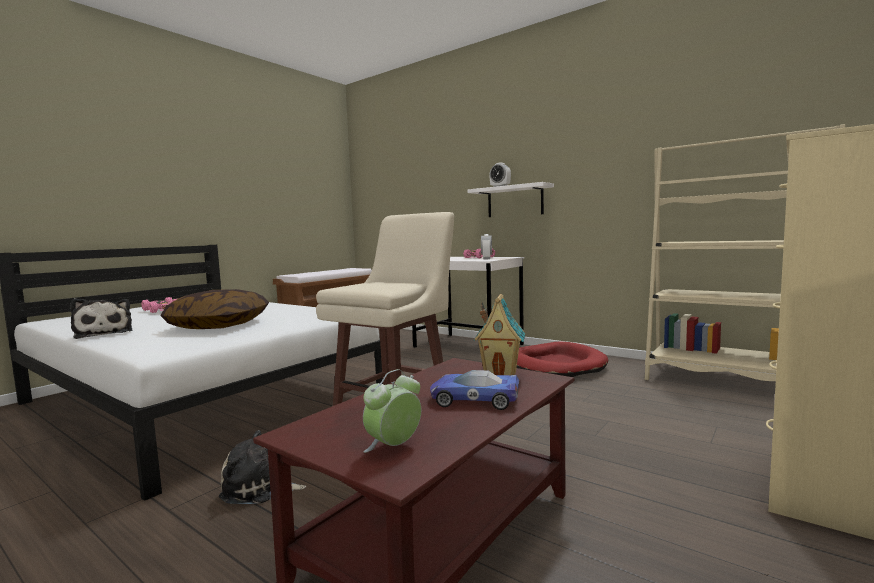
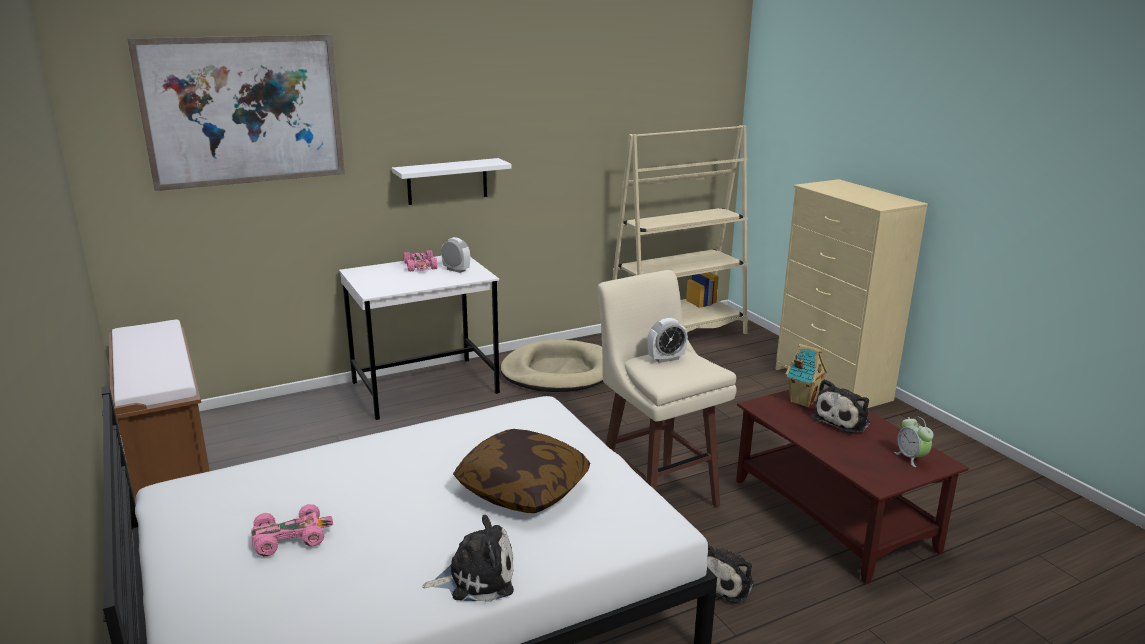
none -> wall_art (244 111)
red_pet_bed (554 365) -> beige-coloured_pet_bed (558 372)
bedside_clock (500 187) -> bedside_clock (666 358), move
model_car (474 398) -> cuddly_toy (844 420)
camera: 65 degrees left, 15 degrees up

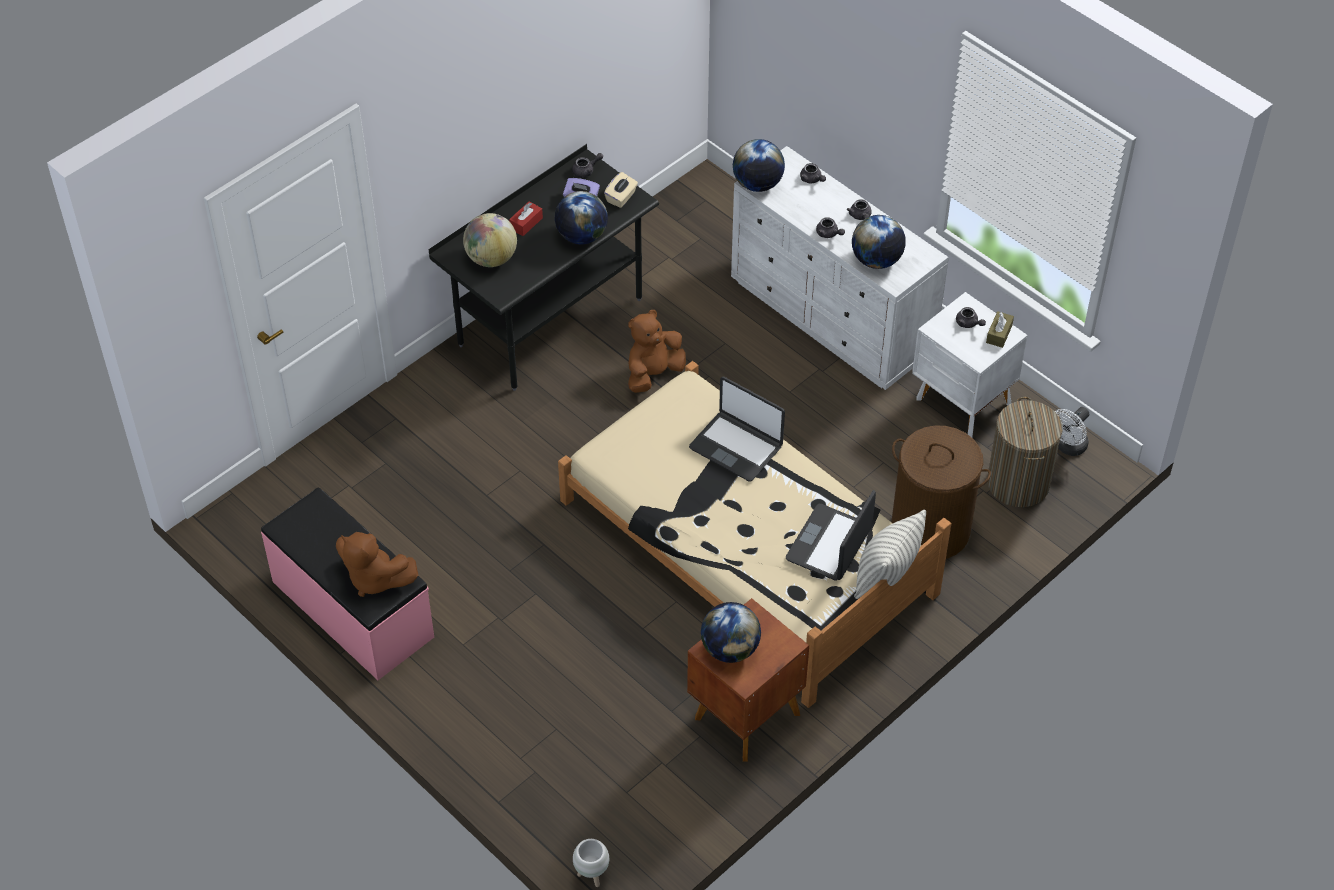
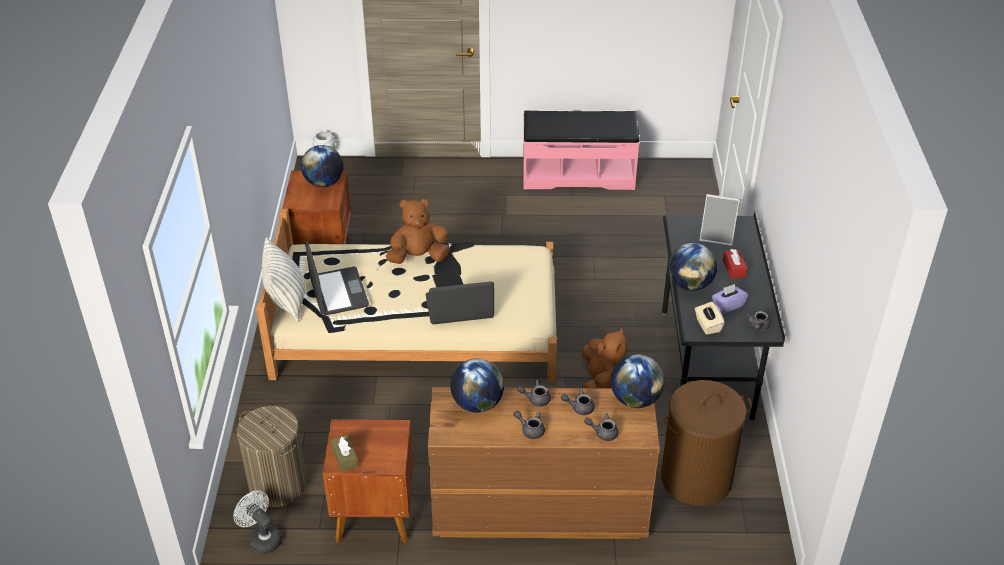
whitish_electric_fan (1068 447) -> whitish_electric_fan (262 538), 45 degrees counterclockwise
whitish_nightstand (963 403) -> brown_nightstand (373 515)
brown_cuddly_toy (374 578) -> brown_cuddly_toy (418 257), move
whitish_dresser (832 317) -> brown_dresser (538 510)
grey_tea_pot (968 324) -> grey_tea_pot (579 407), move
brown_hamper (930 529) -> brown_hamper (696 479), move
globe (491 258) -> standing_frame (717 236)
camera: 135 degrees right, 10 degrees down

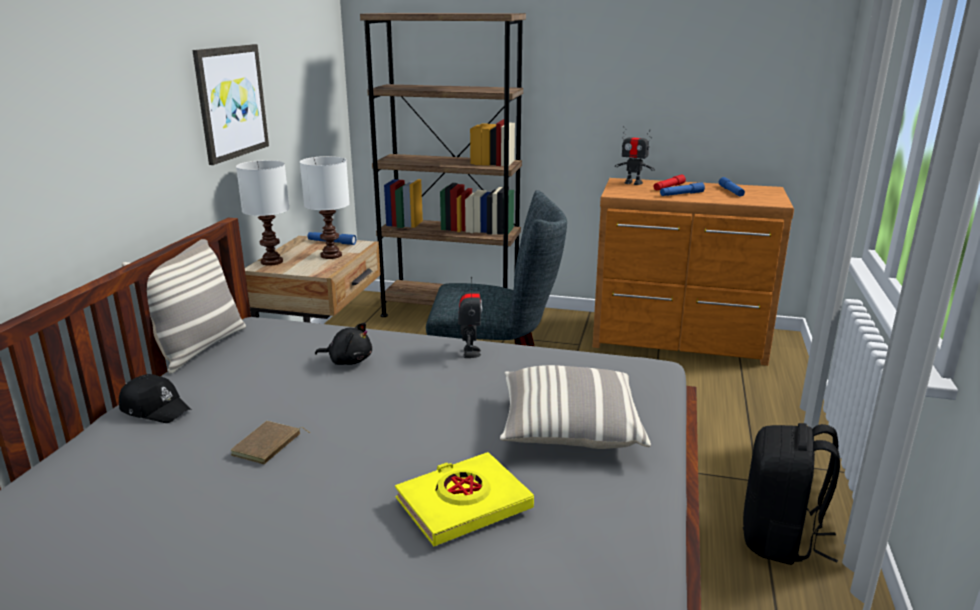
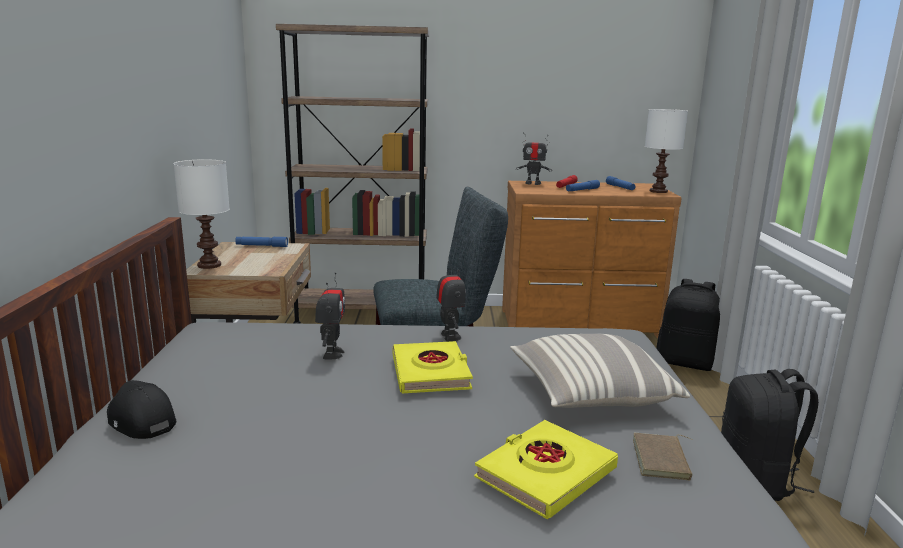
black_baseball_cap (155 408) -> black_baseball_cap (139 420), 150 degrees counterclockwise
black_cuddly_toy (348 361) -> robot_figure (332 354)
none -> yellowish_volume (431 373)
brown_volume (268 446) -> brown_volume (663 460), move
whitish_lamp_for_a_table (331 256) -> whitish_lamp_for_a_table (659 191), move
none -> black_rucksack (686 362)
pillow (199 348) -> none
wall_art (230 102) -> none
camera: 15 degrees left, 5 degrees down

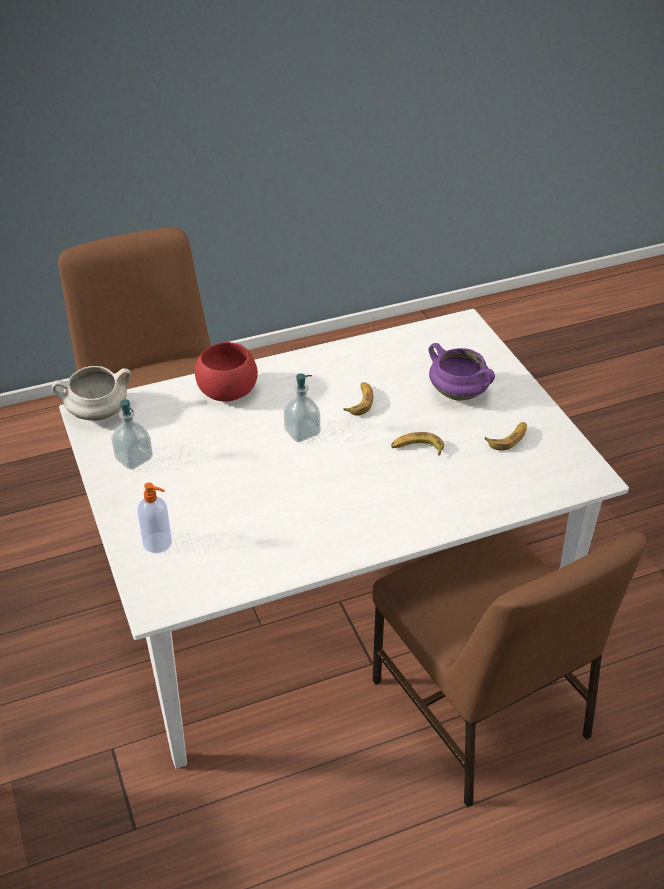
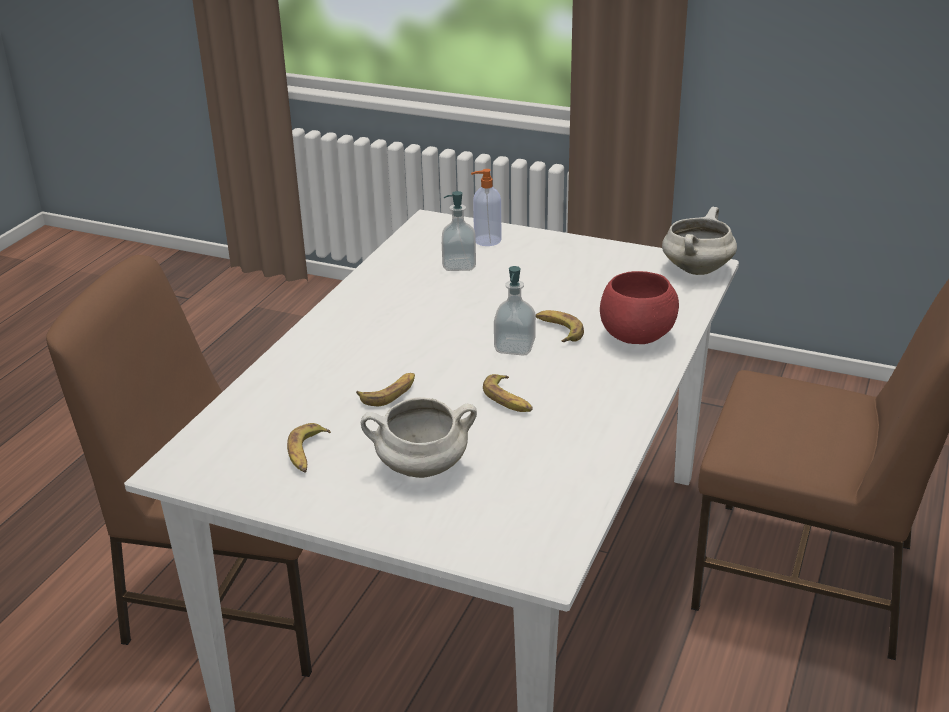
purplish_saucepot (459 393) -> whitish_saucepot (420 469)
soap_dispenser (134 459) -> soap_dispenser (459 265), move
none -> whole_banana (558 330)
camera: 135 degrees right, 10 degrees down

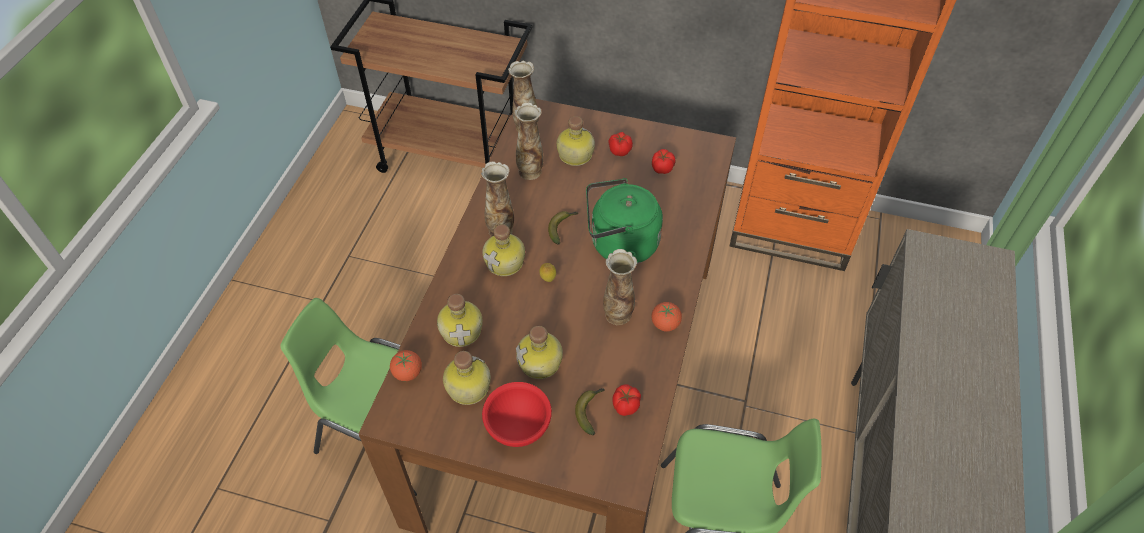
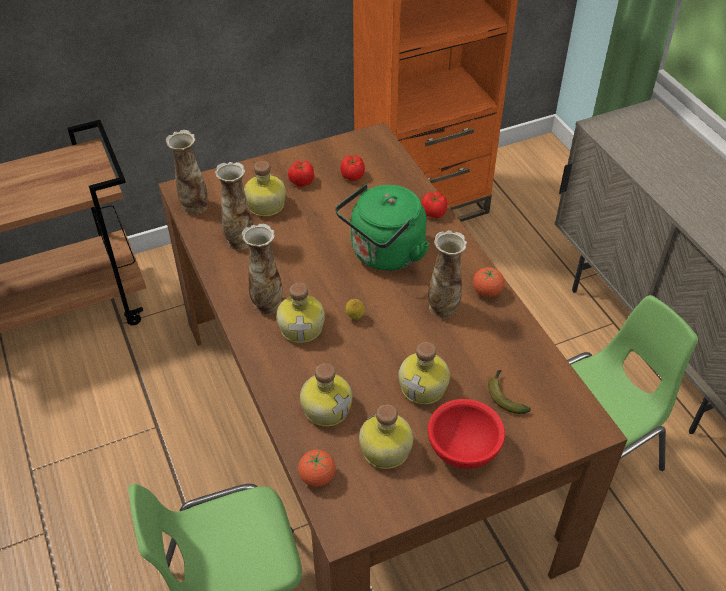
fresh_tomato (625 406) -> fresh_tomato (434 213), move
whole_banana (562 228) -> none
camera: 40 degrees left, 5 degrees down

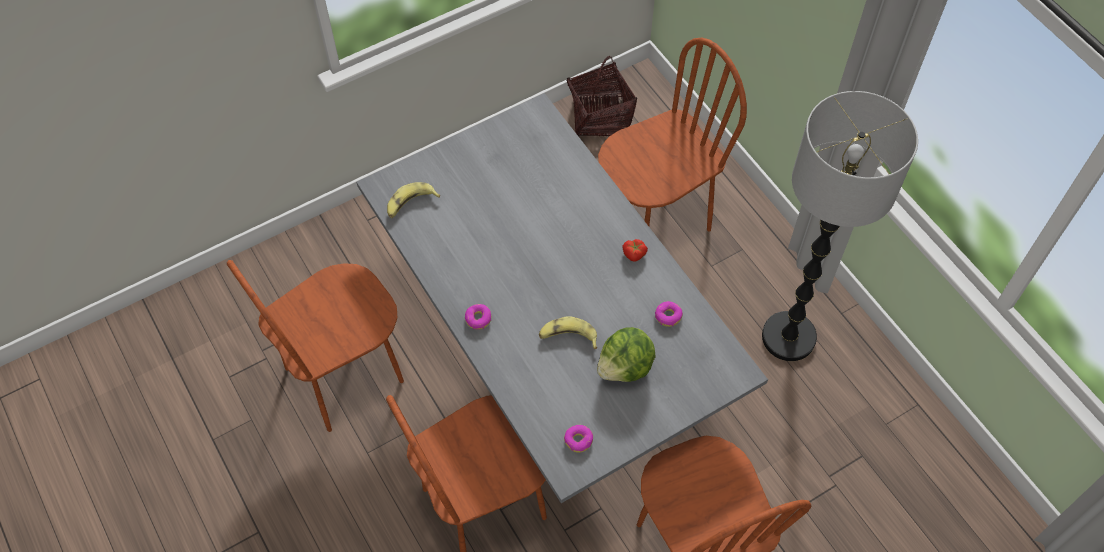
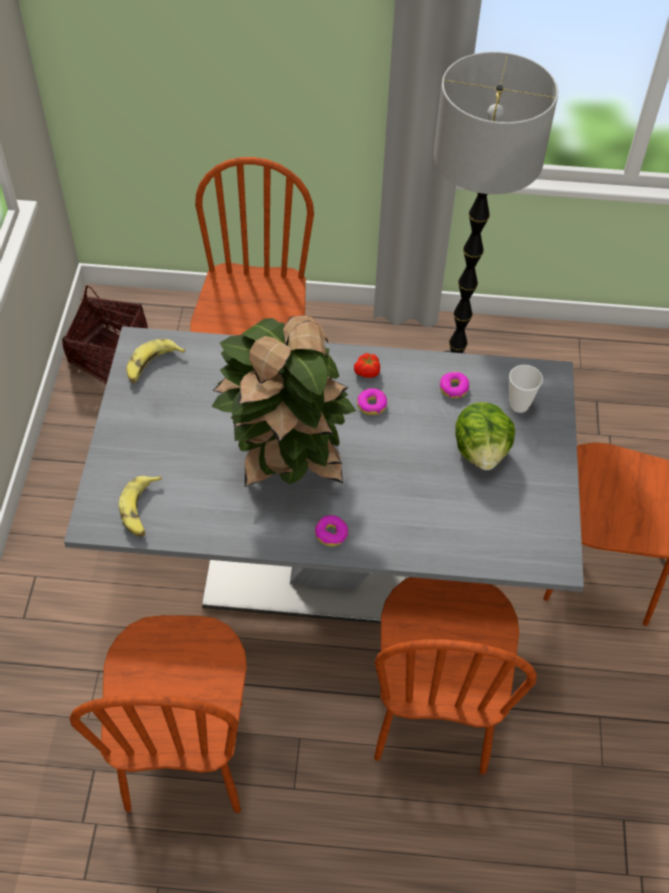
whole_banana (568 337) -> whole_banana (152 365), move
none -> houseplant (285 461)
ring_doughnut (578 440) -> ring_doughnut (372 405), move
none -> cup (519 405)
camera: 55 degrees left, 5 degrees down

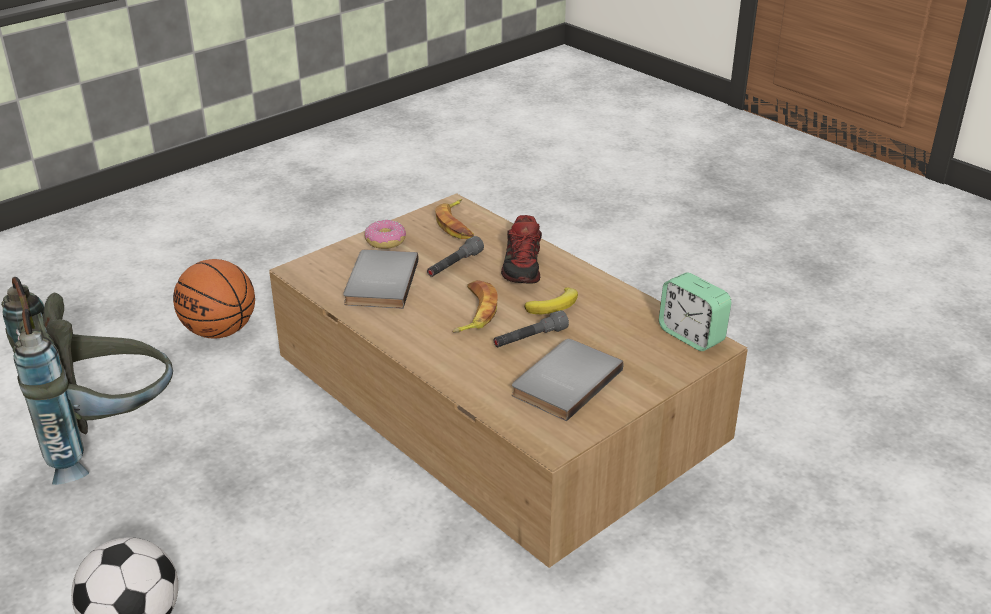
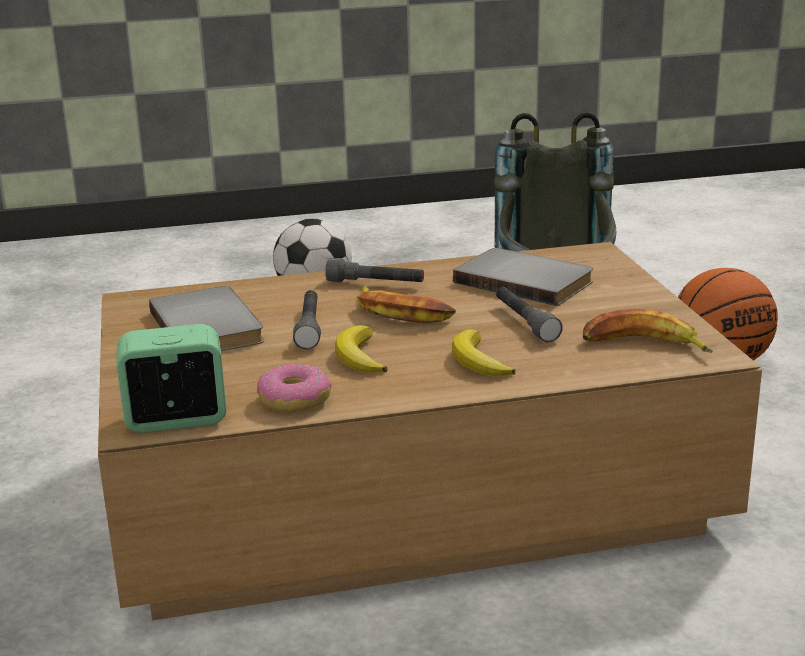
ring_doughnut (386 241) -> ring_doughnut (294 400), move
none -> grey_hand_torch (375 284)
low_shoe (524 266) -> whole_banana (478 361)
camera: 120 degrees right, 10 degrees down

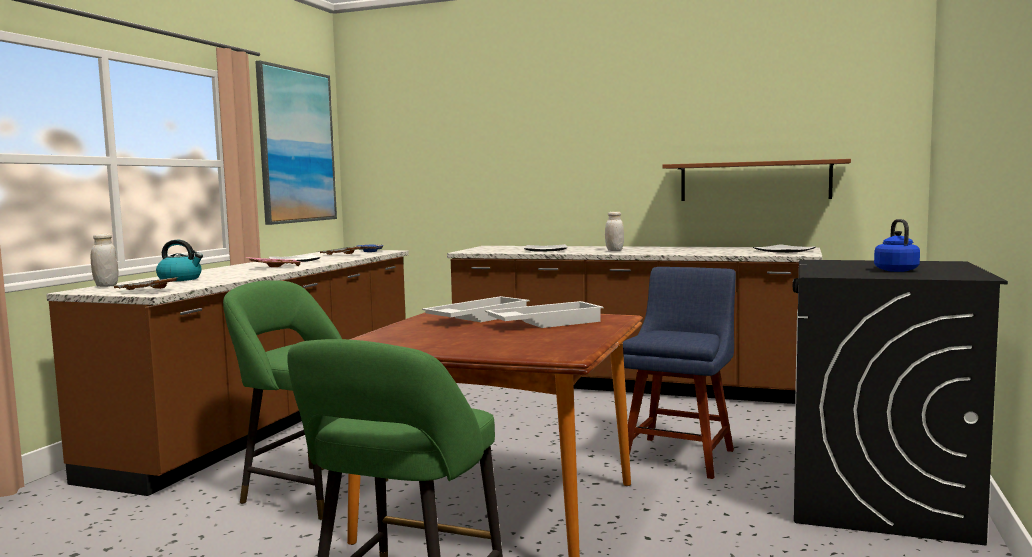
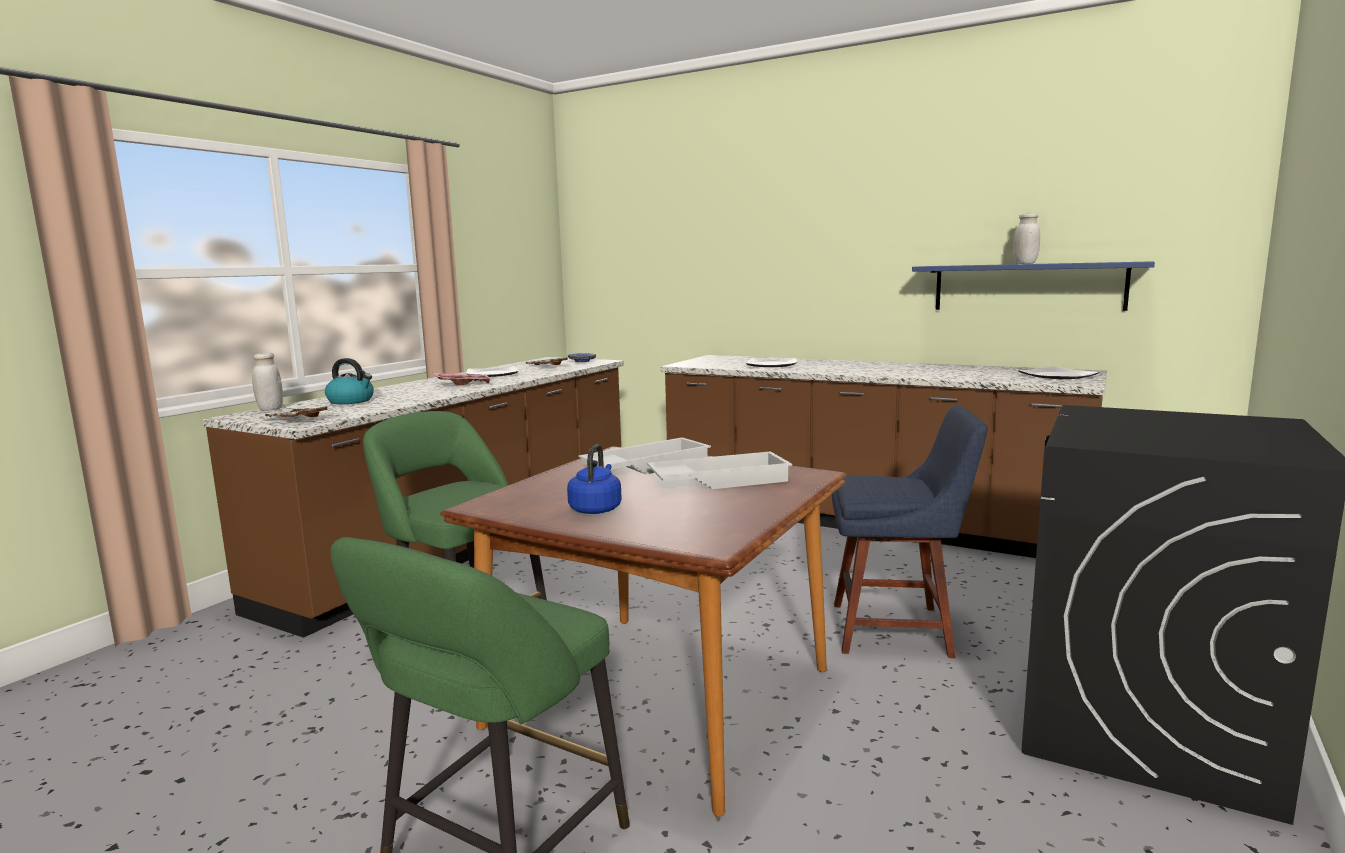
blue_water_kettle (895 270) -> blue_water_kettle (596 509), move
blue_upright_chair (680 455) -> blue_upright_chair (898 629), 60 degrees clockwise
brown_wall_shelf (754 181) -> blue_wall_shelf (1027 287)
whitish_preserve_jar (614 250) -> whitish_preserve_jar (1025 263), move
wall_art (296 146) -> none
camera: 10 degrees right, 5 degrees up

